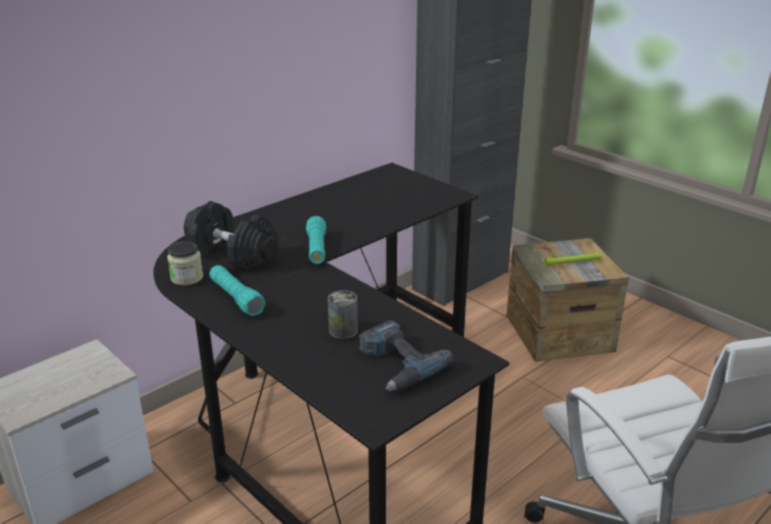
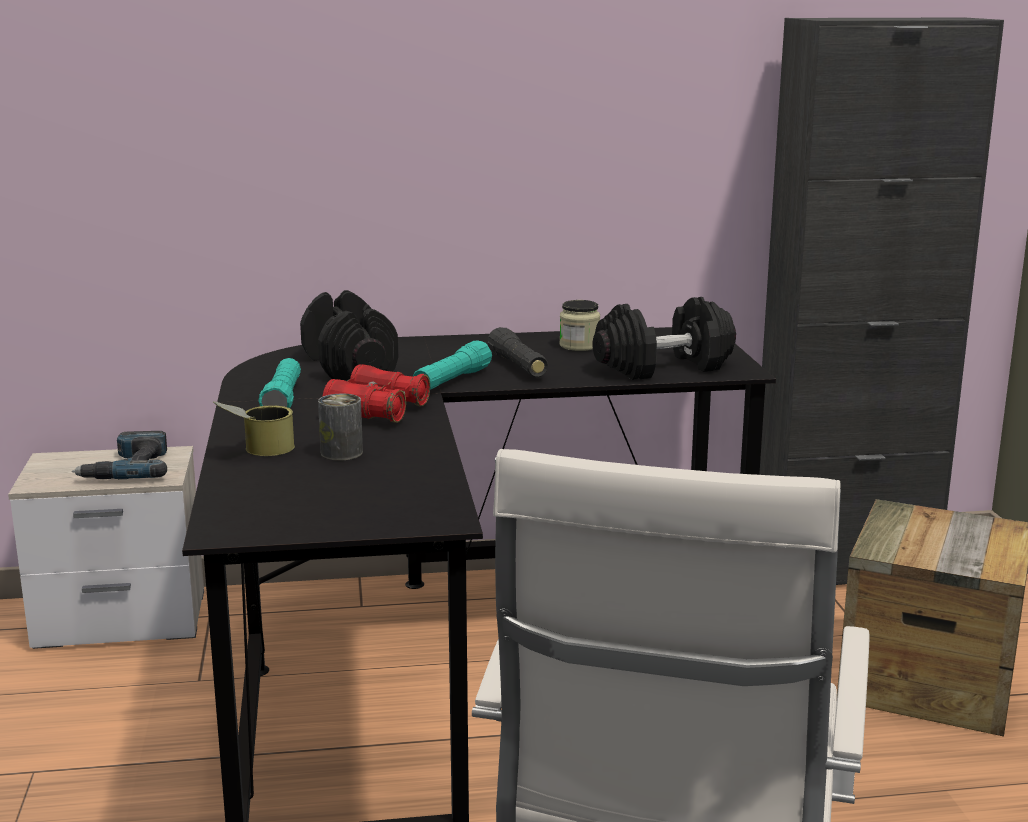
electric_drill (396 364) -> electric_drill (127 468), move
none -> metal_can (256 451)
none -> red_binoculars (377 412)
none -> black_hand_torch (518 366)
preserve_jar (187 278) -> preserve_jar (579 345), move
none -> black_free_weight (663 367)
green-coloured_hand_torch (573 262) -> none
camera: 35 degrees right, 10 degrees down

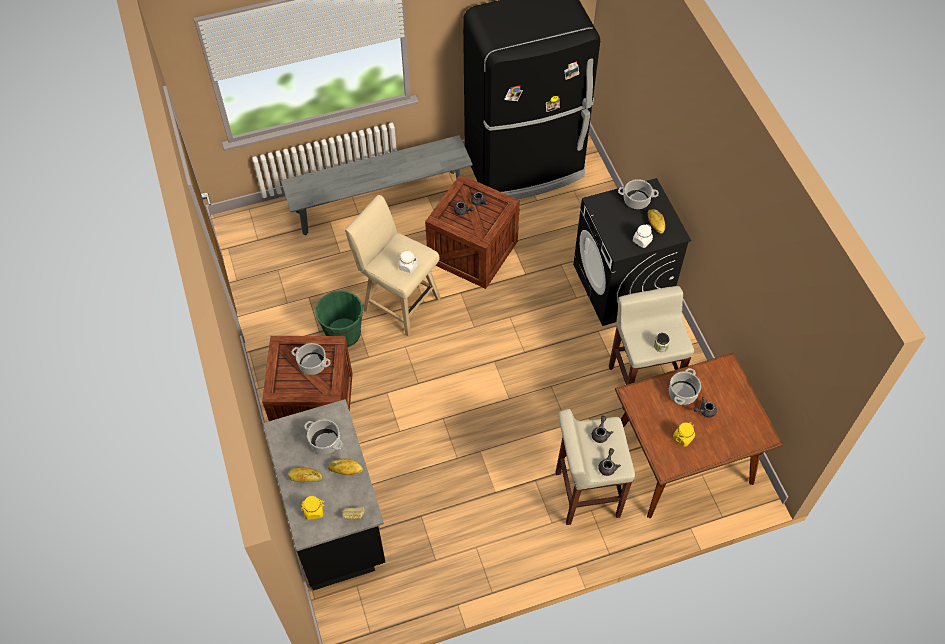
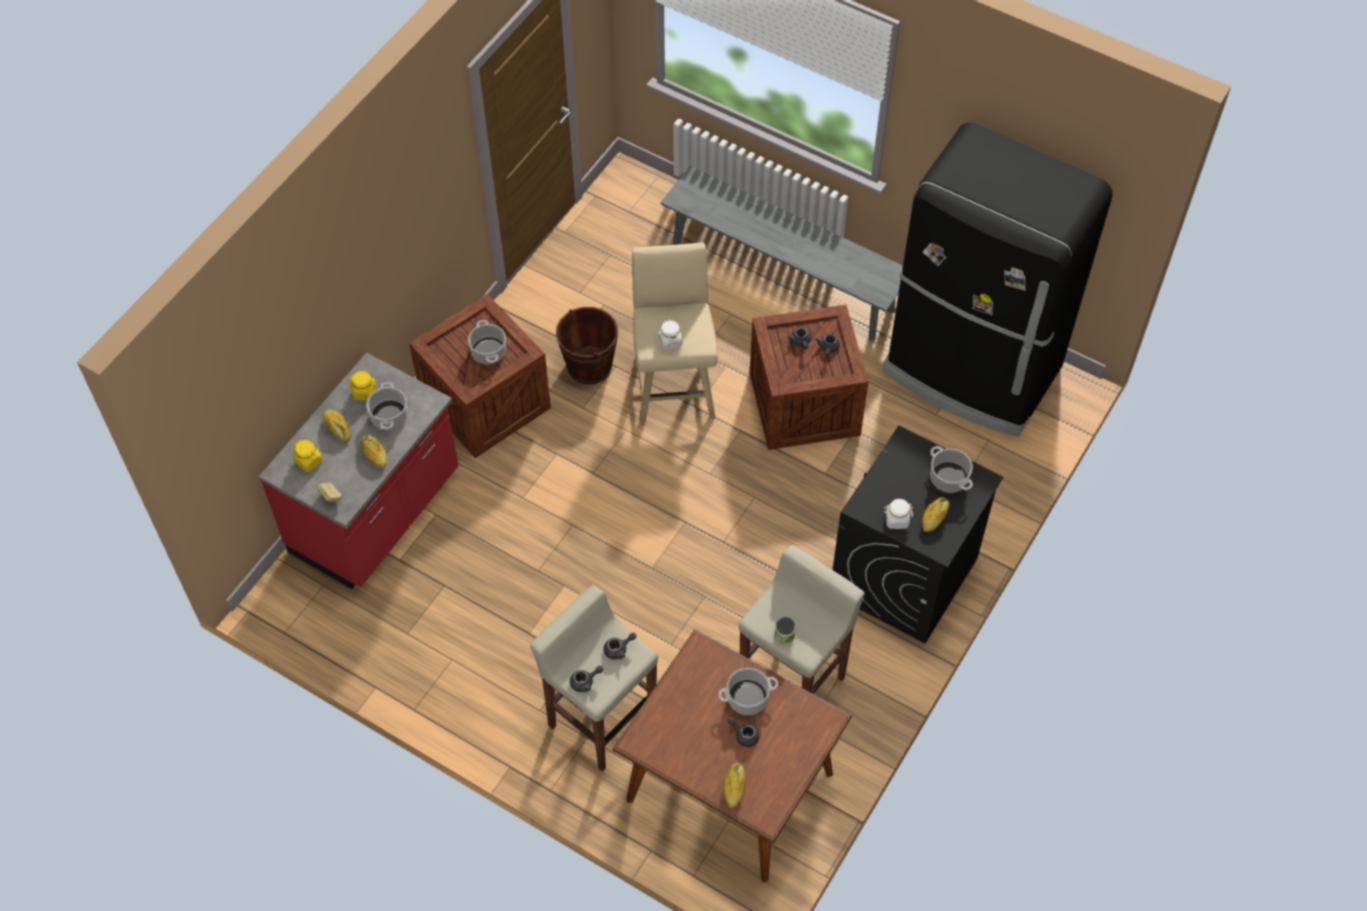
black_kitchen_base_unit (335 519) -> red_kitchen_base_unit (377 514)
yellowish_preserve_jar (683 437) -> yellowish_preserve_jar (365 392), move
green-coloured_bucket (343 333) -> brown_bucket (589 366)
none -> bakery_bread (734 787)
camera: 50 degrees right, 0 degrees up

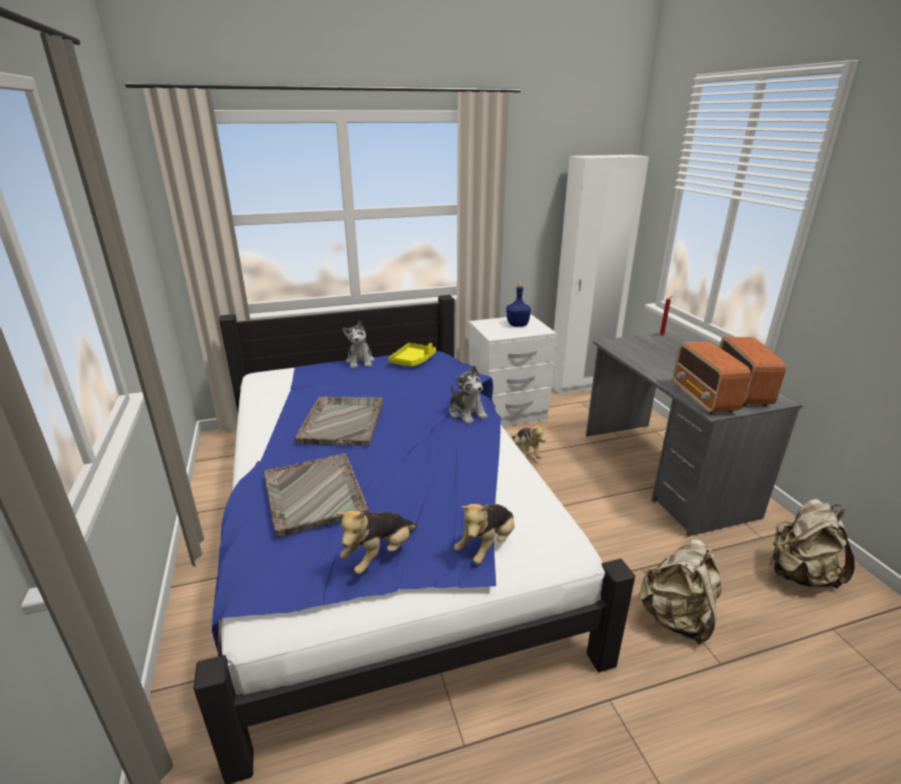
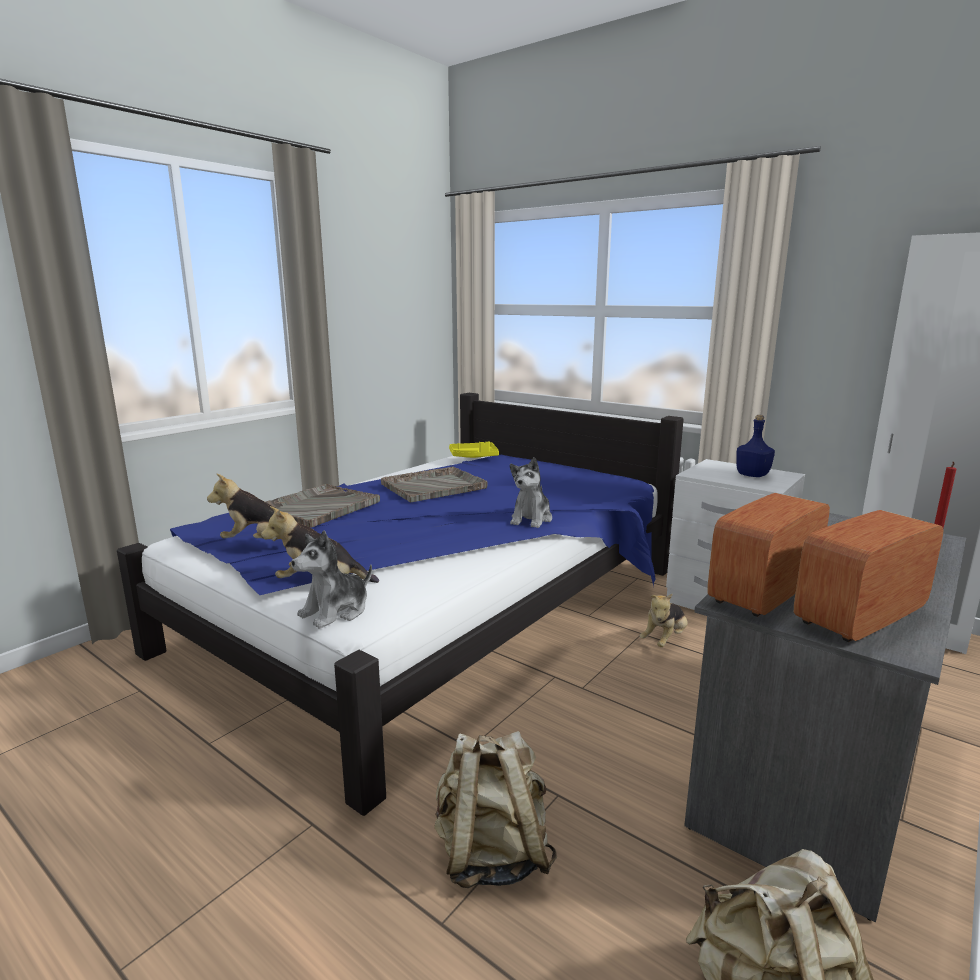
cuddly_toy (360 361) -> cuddly_toy (336 611), move
yellowish_tray (413 361) -> yellowish_tray (474 457), move
camera: 55 degrees right, 10 degrees down

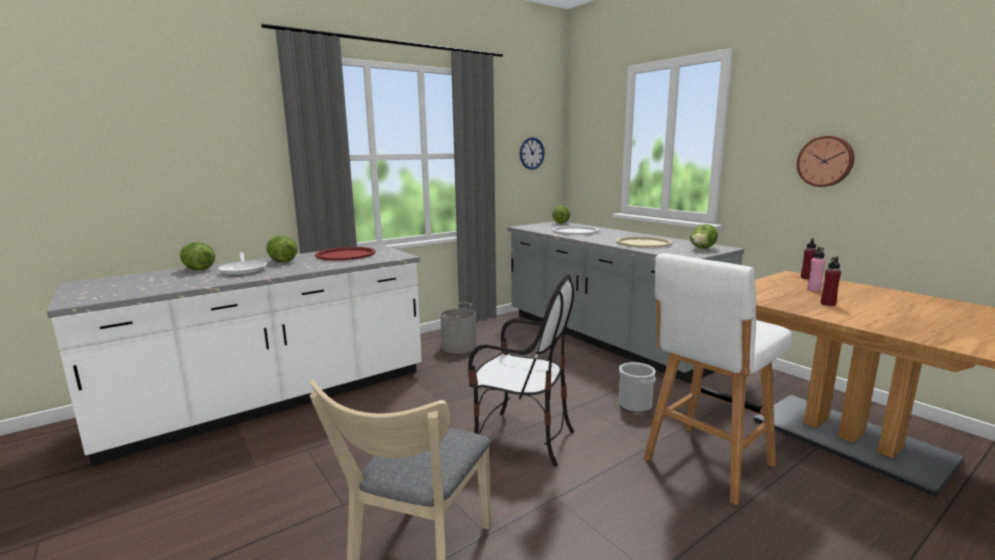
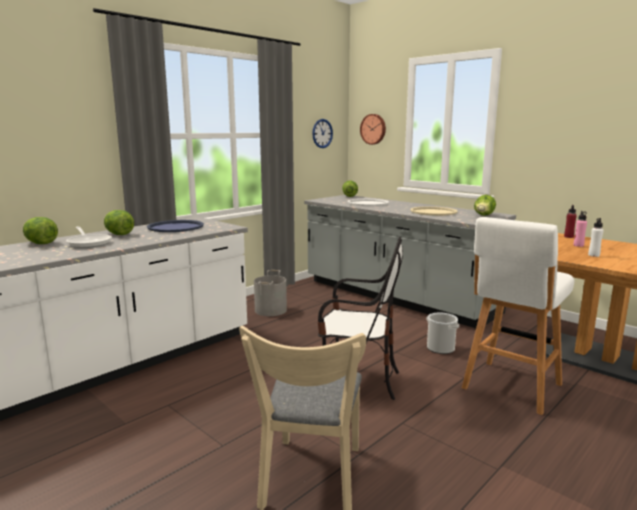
red_tray (346 255) -> blue_tray (176 227)
clock_on_the_wall (825 161) -> clock_on_the_wall (373 129), move
red_drink_bottle (828 304) -> whitish_drink_bottle (593 255)
camera: 10 degrees left, 0 degrees up

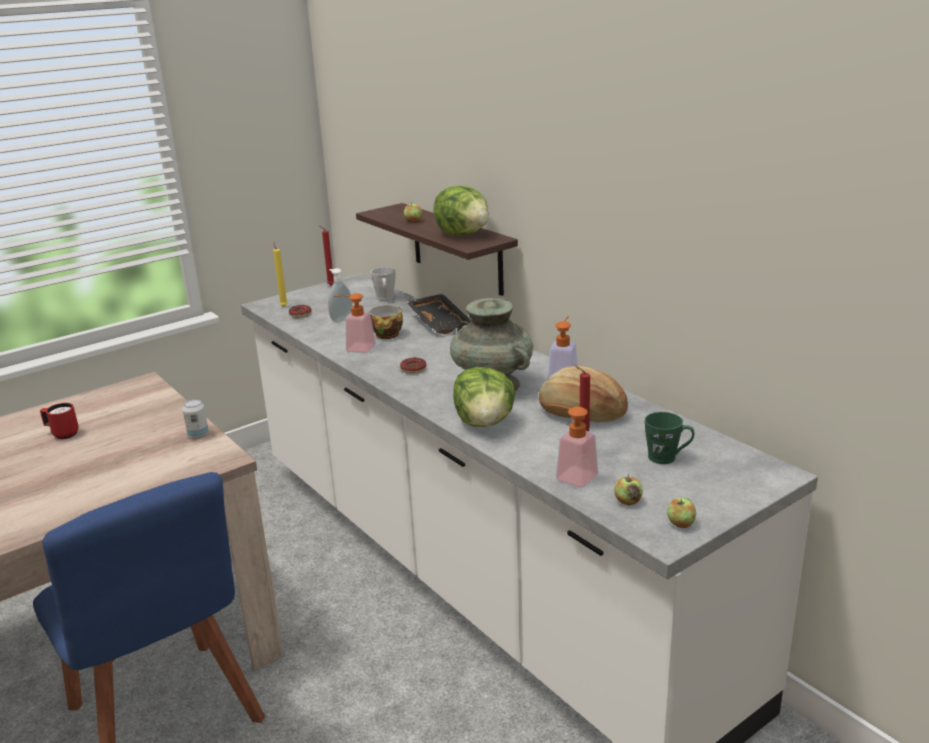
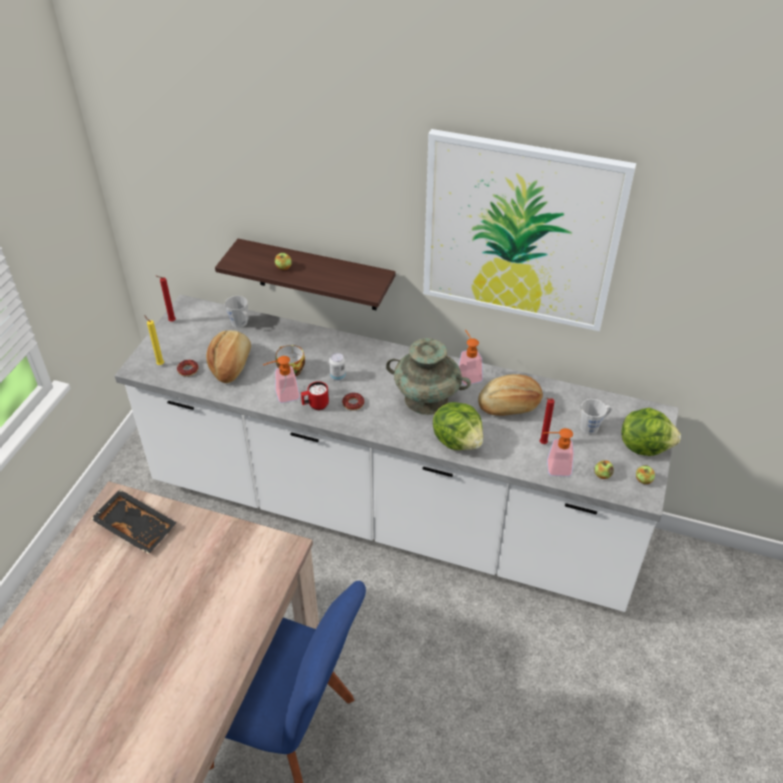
black_tray (441 322) -> black_tray (137 526), move
soap_dispenser (340 319) -> bakery_bread (231 364)
red_coffee_mug (62 434) -> red_coffee_mug (315 405), move
metal_can (198 435) -> metal_can (338 377), move
none -> wall_art (520 232)
green-coloured_coffee_mug (667 457) -> grey_coffee_mug (592 426)
head_of_lettuce (463 234) -> head_of_lettuce (644 446), move
camera: 35 degrees left, 20 degrees up

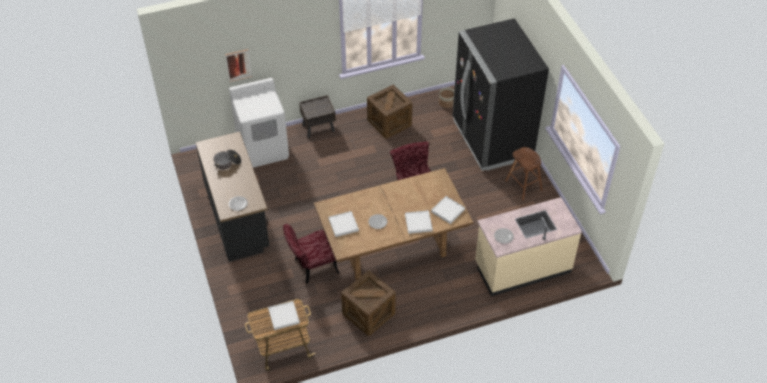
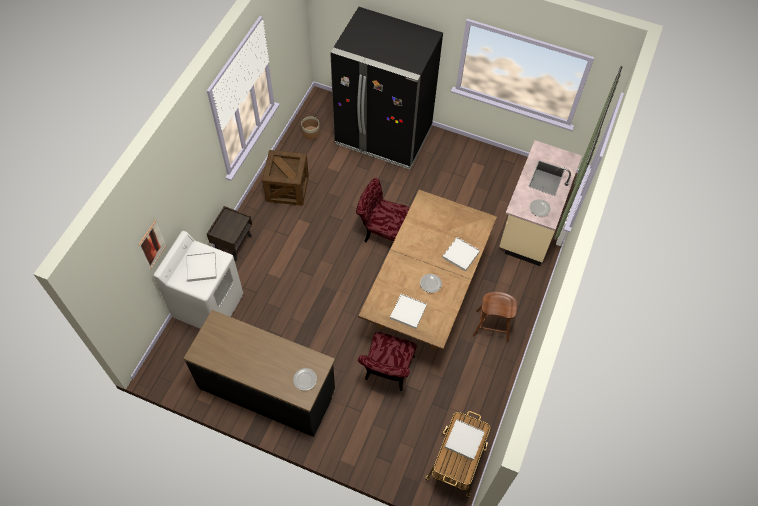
whitish_tray (448 210) -> whitish_tray (201 267), move
brown_sitting_stool (523 185) -> brown_sitting_stool (492 326), move
saucepot (227 163) -> none
packing_crate (368 314) -> none
camera: 50 degrees left, 10 degrees up

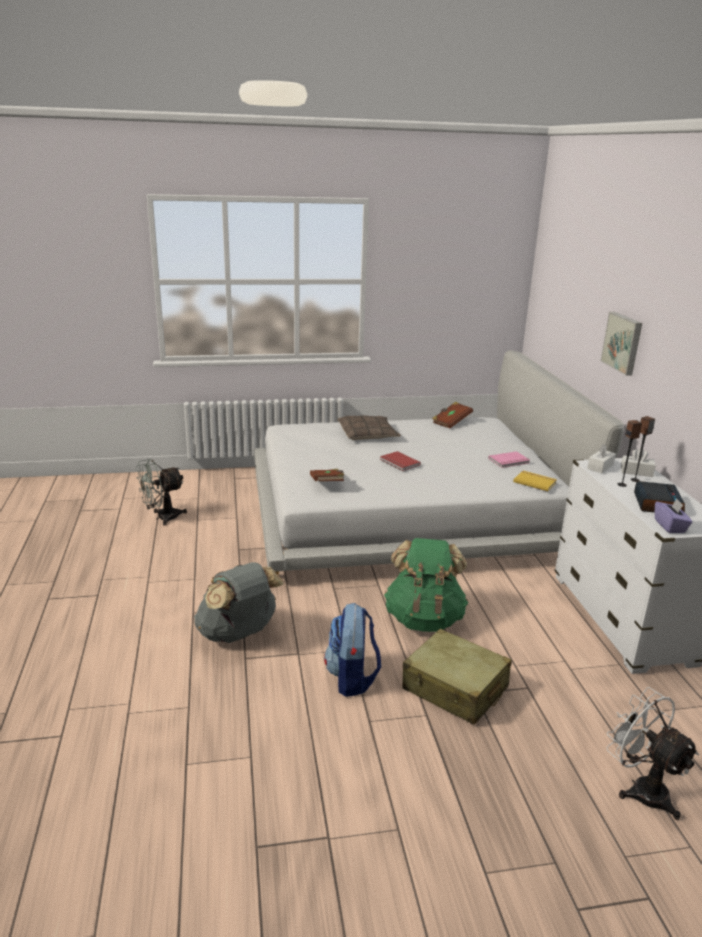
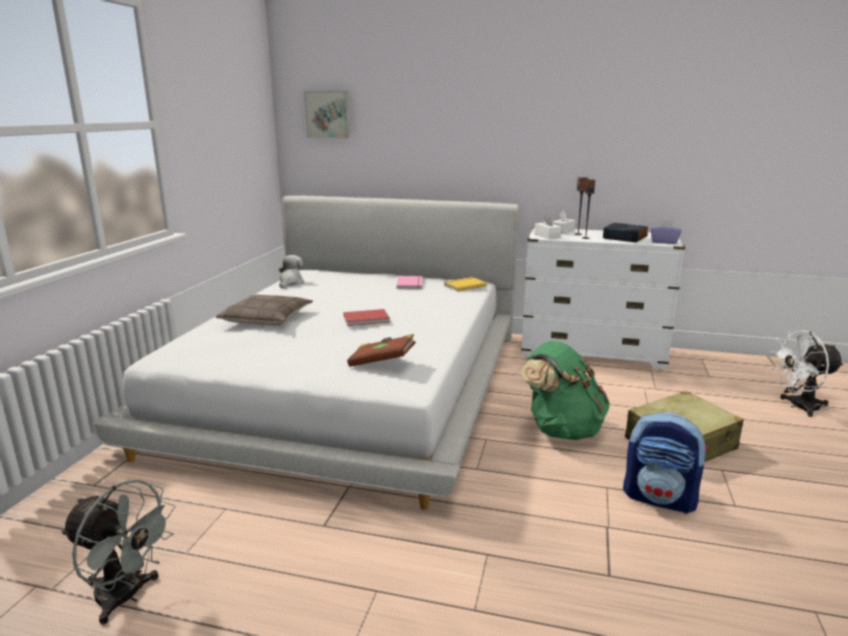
grey_electric_fan (162 517) -> grey_electric_fan (127 597), 60 degrees counterclockwise
brown_volume (451 422) -> cuddly_toy (290 283)
wall_art (623 343) -> wall_art (328 114), move
grey_rucksack (238 634) -> none
camera: 65 degrees left, 5 degrees down

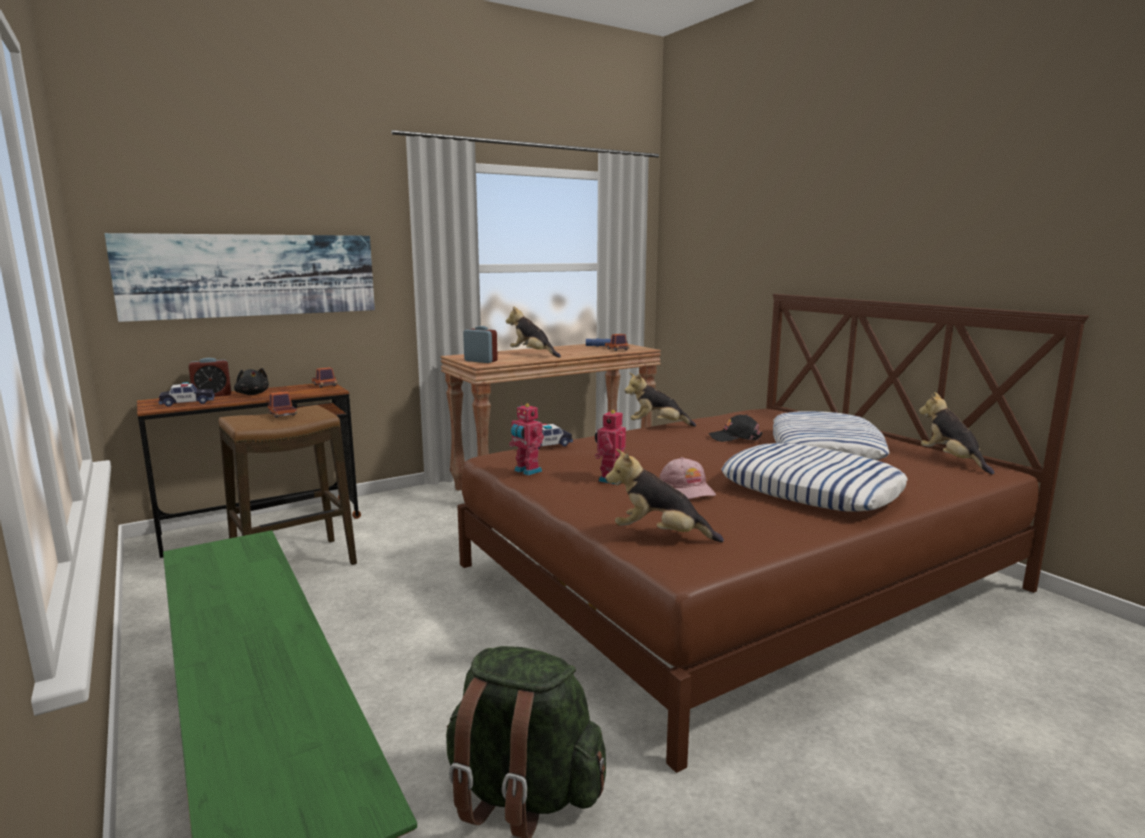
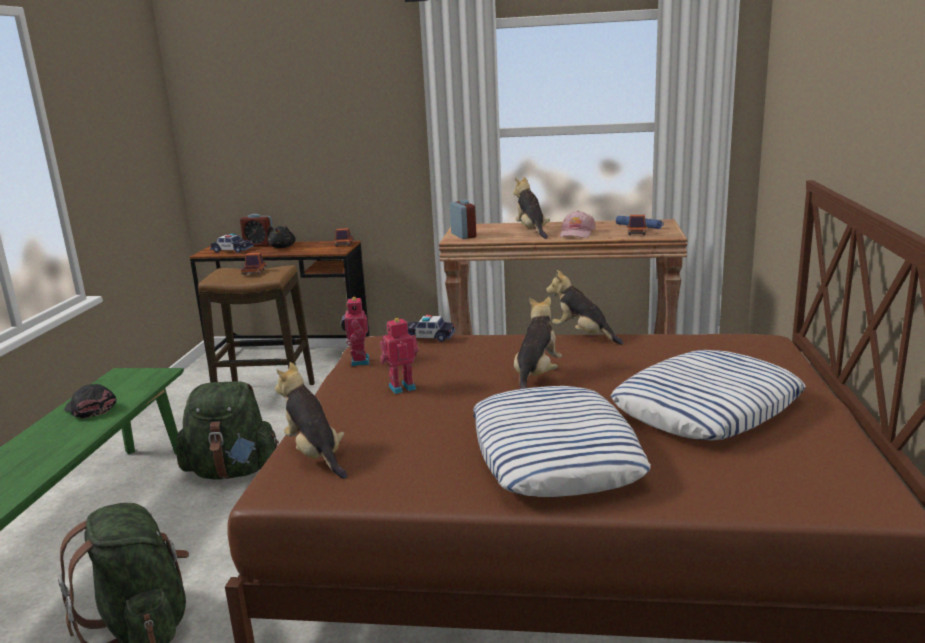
black_baseball_cap (735 437) -> black_baseball_cap (90 408), move
none -> green-coloured_rucksack (232 471)
cuddly_toy (952 461) -> cuddly_toy (536 375), move
pinkish_baseball_cap (687 489) -> pinkish_baseball_cap (577 233), move
wall_art (252 275) -> none
camera: 40 degrees right, 5 degrees up

